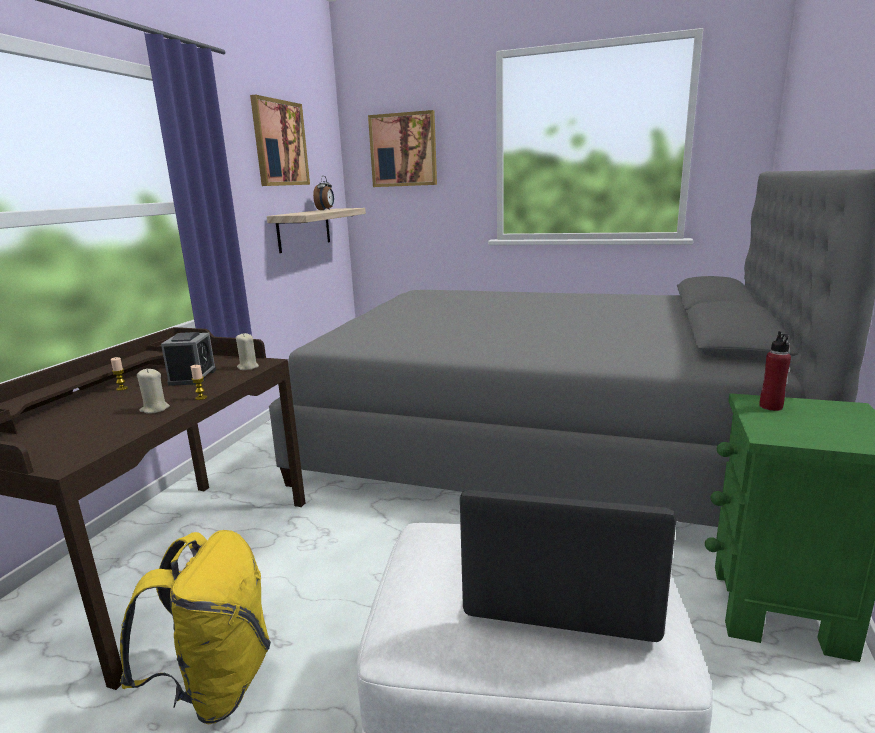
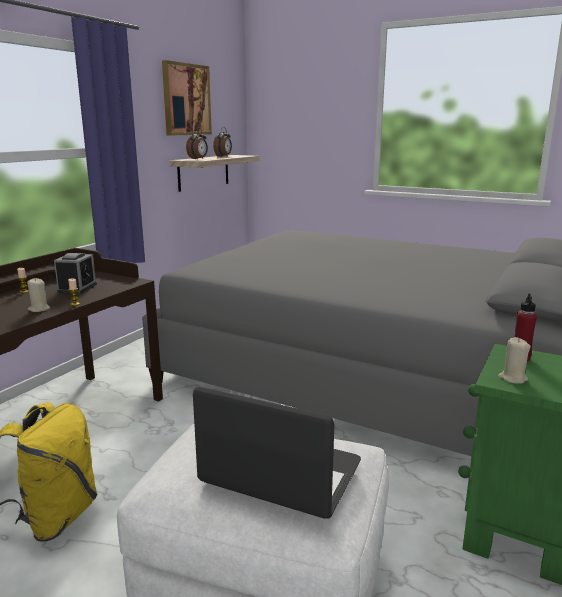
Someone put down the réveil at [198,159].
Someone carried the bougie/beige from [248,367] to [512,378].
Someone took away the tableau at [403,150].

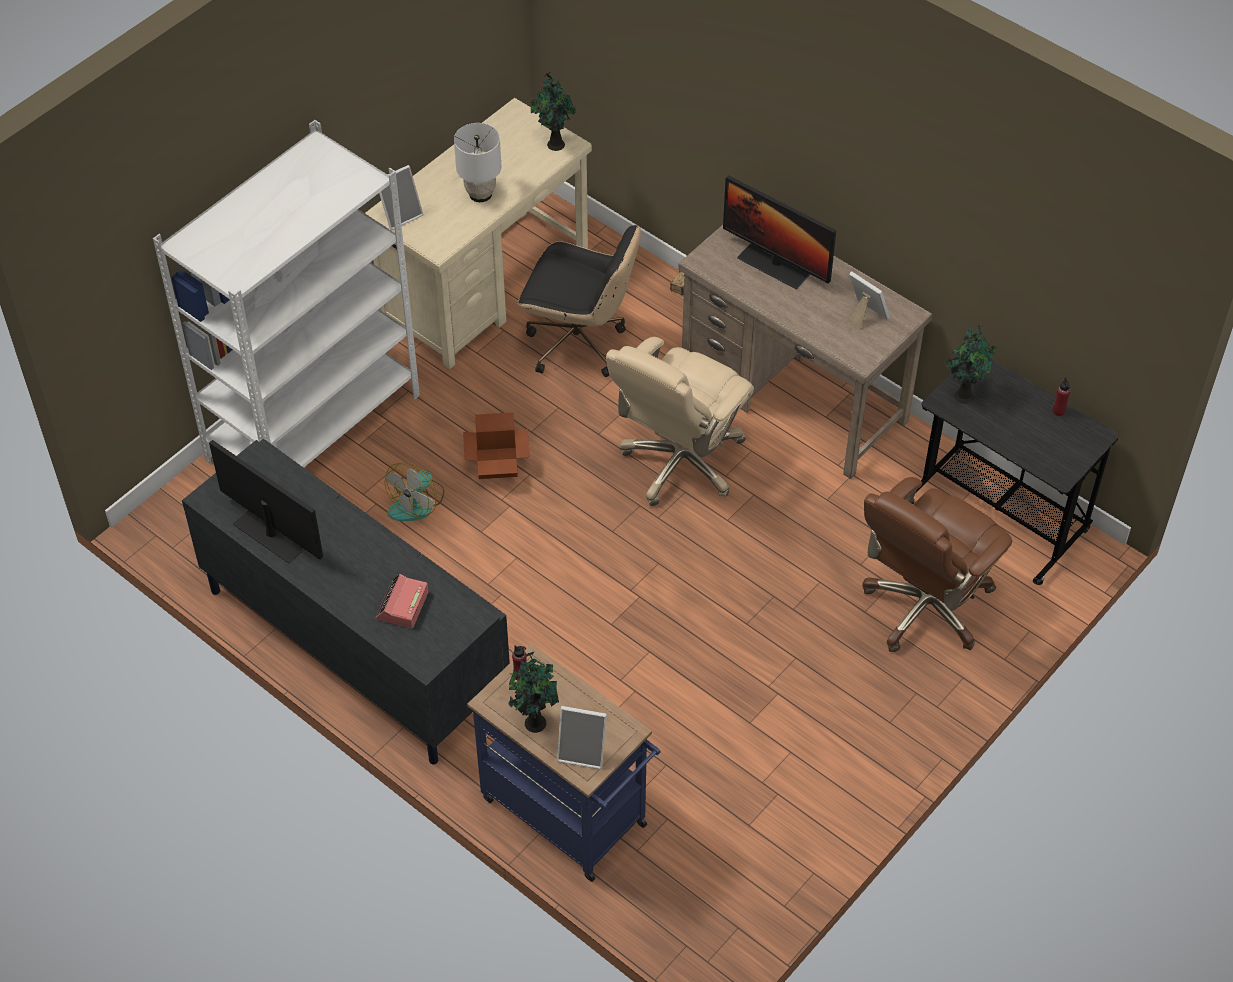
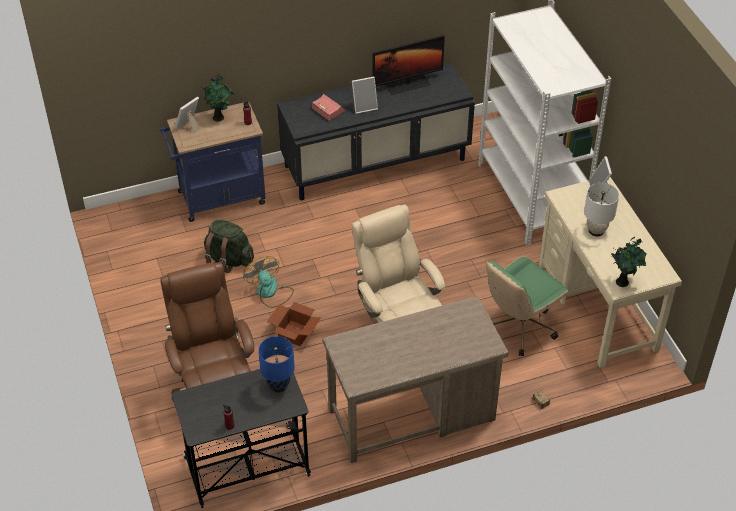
Someone put down the sac à dos/vert at [228,260].
Someone carried the ventilateur from [417,502] to [270,292].
Someone swapped the plante en pot at [963,394] for the lampe de table/bleu at [279,385].
Someone carried the carton from [496,464] to [294,332].
Someone carried the cadre photo from [864,315] to [364,106].
Someone repainted the chaise de bureau/noir at [580,346], which became the chaise de bureau/vert at [519,329].
Someone took away the écran d'ordinateur at [775,264].

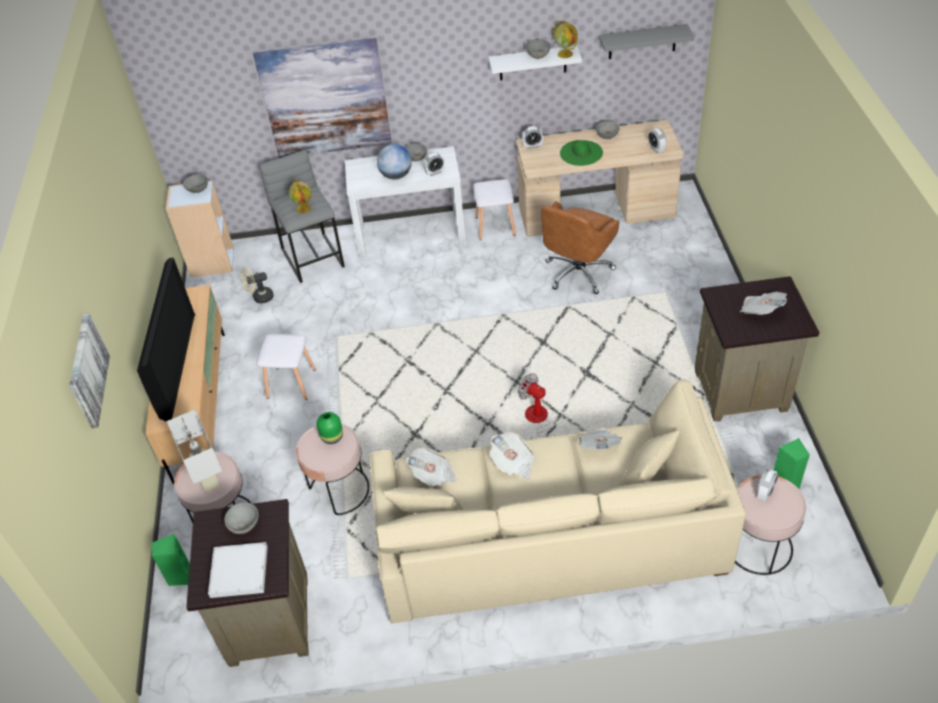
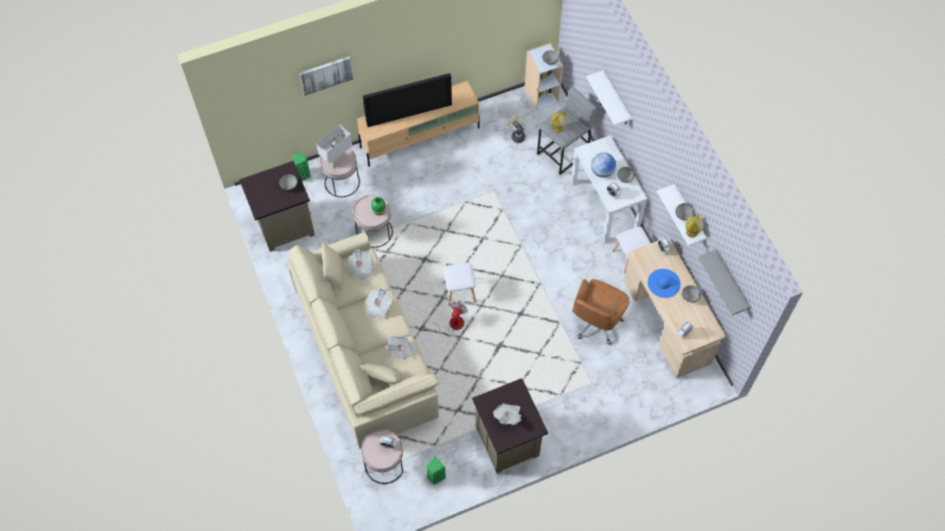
Someone carried the tabouret/blanc from [291,384] to [459,292].
Someone rotated the chaise de bureau/marron at [578,272] by 75 degrees counterclockwise.
Someone swapped the tableau at [325,99] for the étagère/blanc at [616,99].
Someone repainted the chapeau/vert at [581,153], which became the chapeau/bleu at [664,283].
Someone took away the plateau/blanc at [239,572].

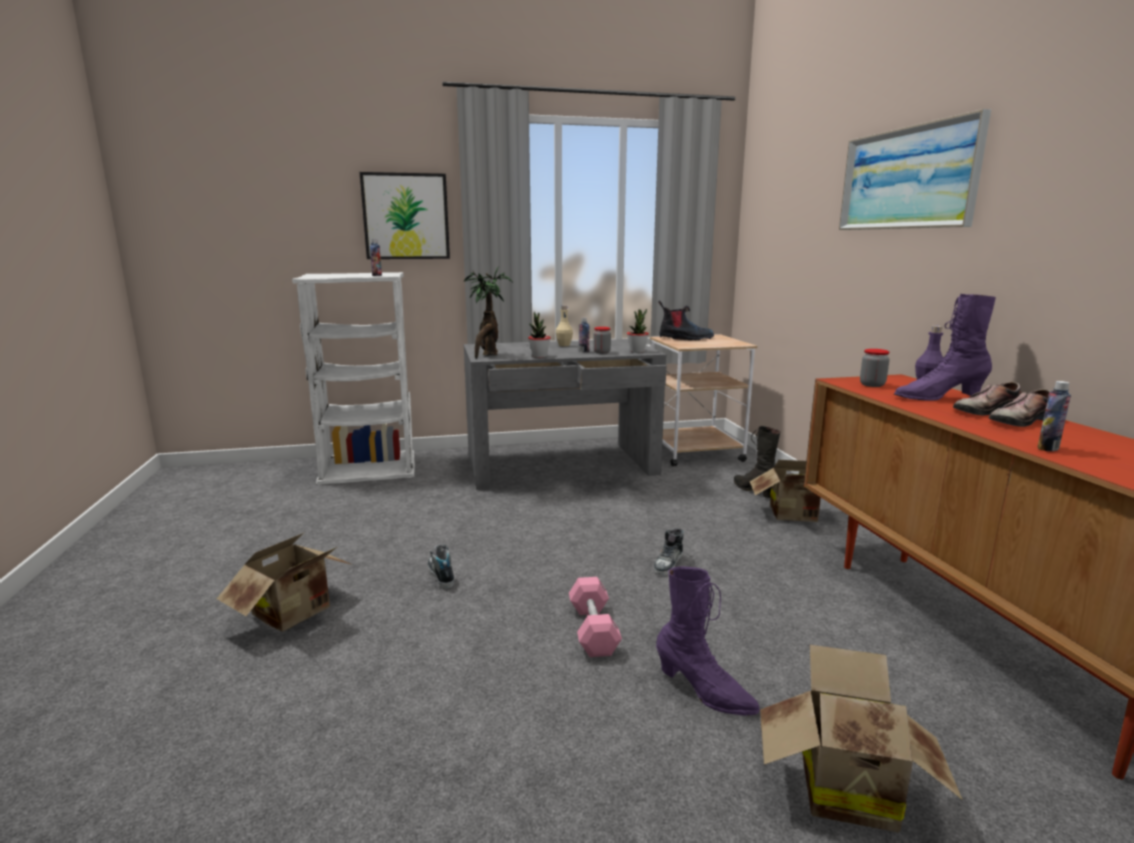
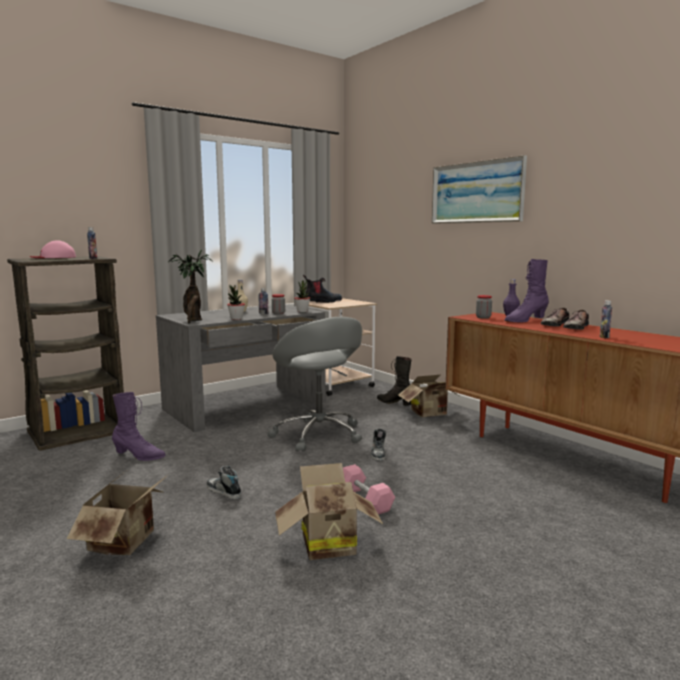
Someone repainted the bibliothèque/blanc at [369,468], which became the bibliothèque/marron at [78,431].
Someone put down the casquette/rose at [54,257].
Someone carried the botte/violet from [704,692] to [139,456].
Someone put down the chaise de bureau/gris at [319,435].
Someone carried the carton from [842,786] to [326,543].
Someone took away the tableau at [406,216].

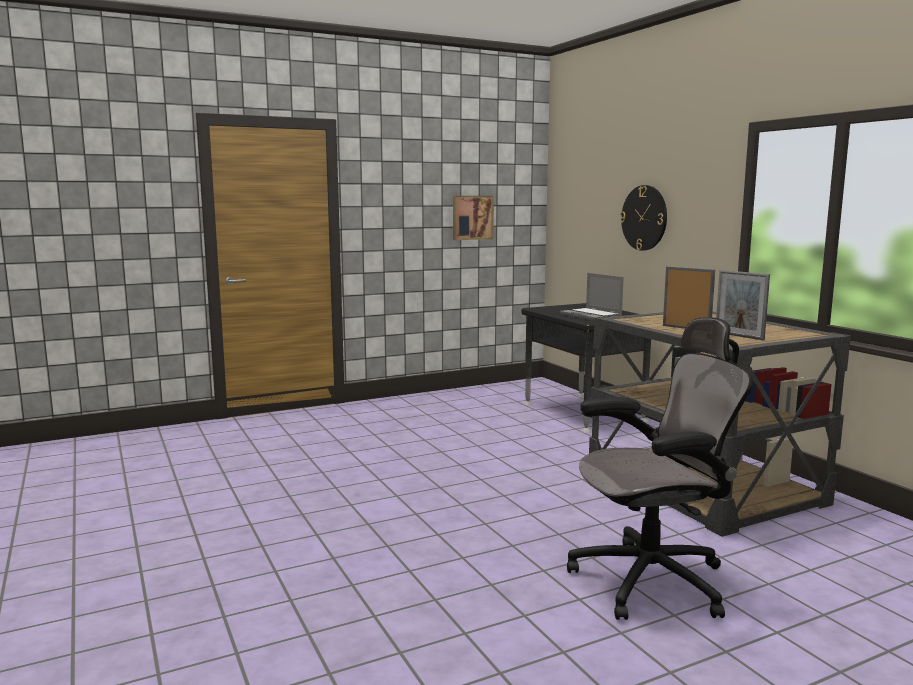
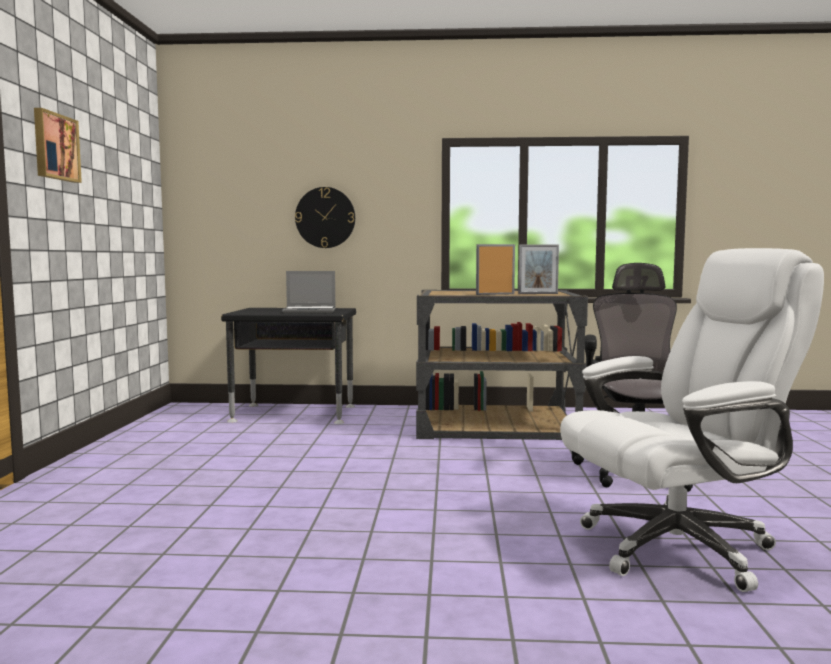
Someone carried the tableau from [472,217] to [55,147].
Someone put down the chaise de bureau/blanc at [676,548].

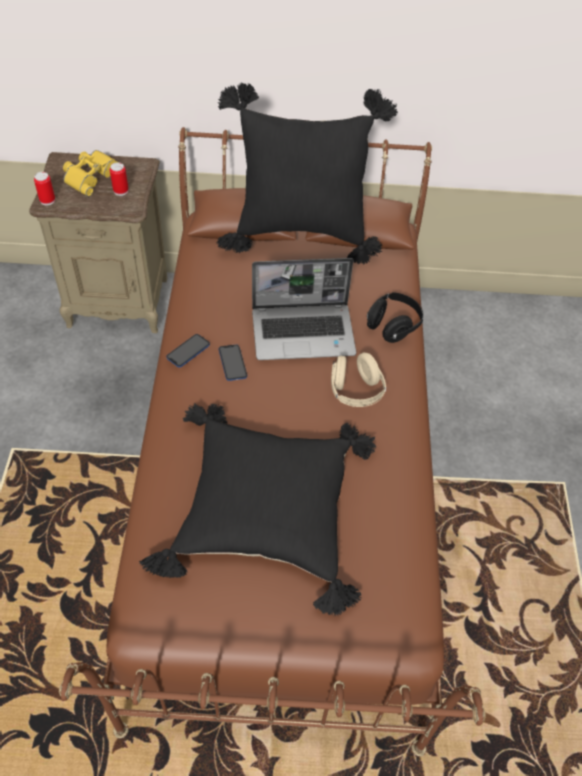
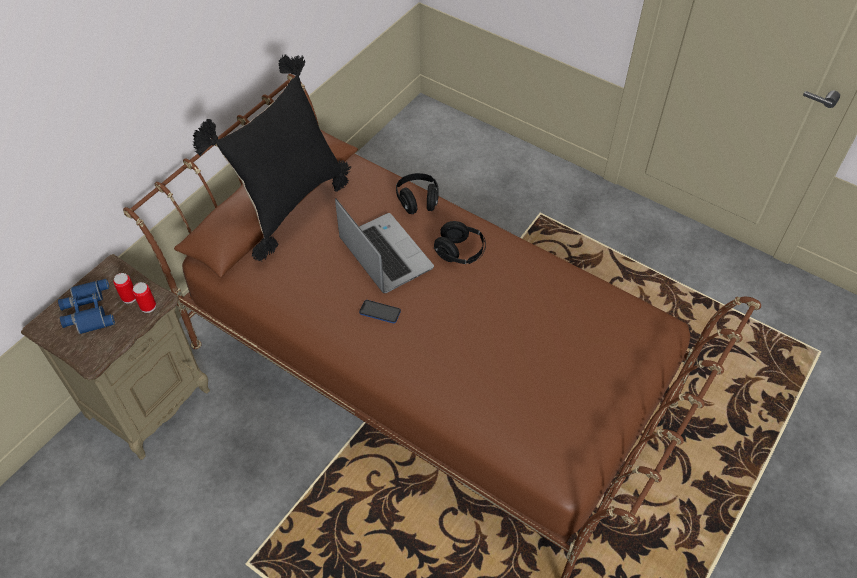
Someone repainted the jumelles/jaune at [91,175], which became the jumelles/bleu at [87,310].
Someone carried the boîte métallique from [47,200] to [148,306].
Someone rotated the ordinateur portable at [304,332] by 60 degrees counterclockwise.
Someone repainted the casque audio/beige at [355,391], which became the casque audio/noir at [460,253].
Someone took away the coussin/noir at [265,506].
Someone took away the téléphone at [188,351].

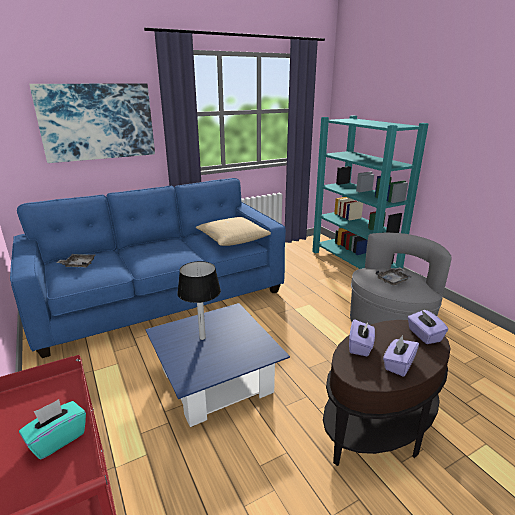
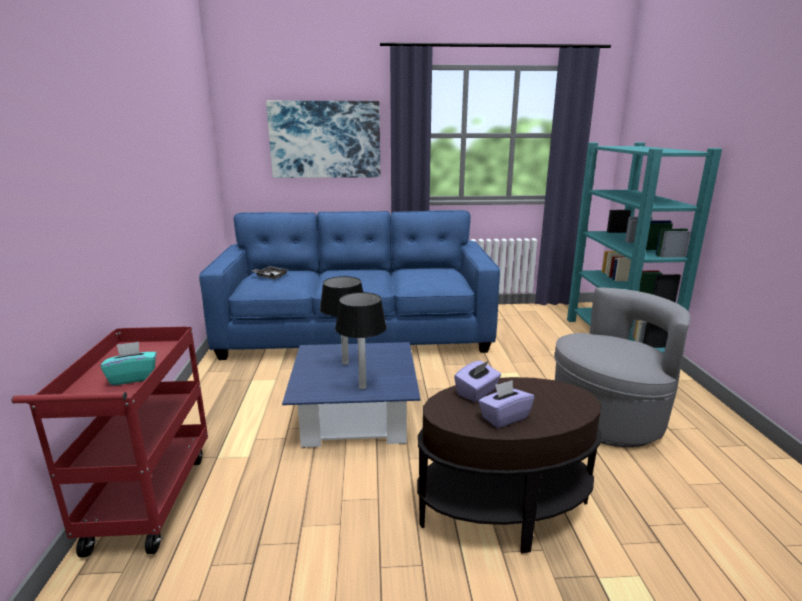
Someone put down the lampe de table at [362,387].
Someone took away the coussin/beige at [233,239].
Someone took away the plateau/gris at [393,280].
Someone took away the boîte à mouchoirs/violet at [424,335].

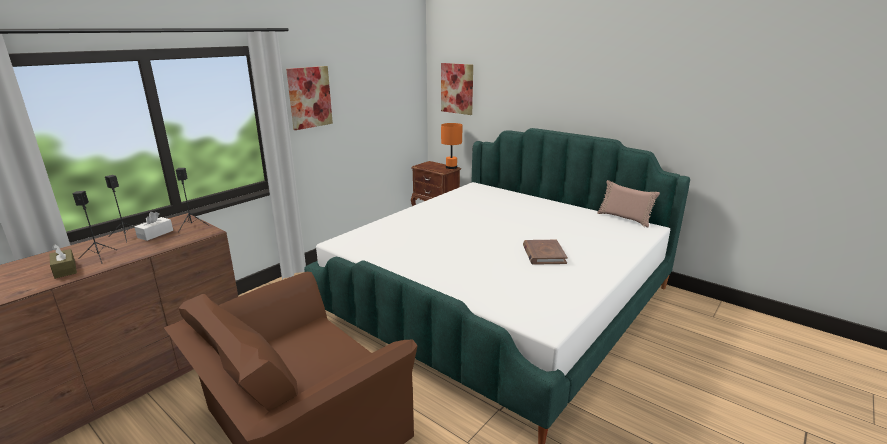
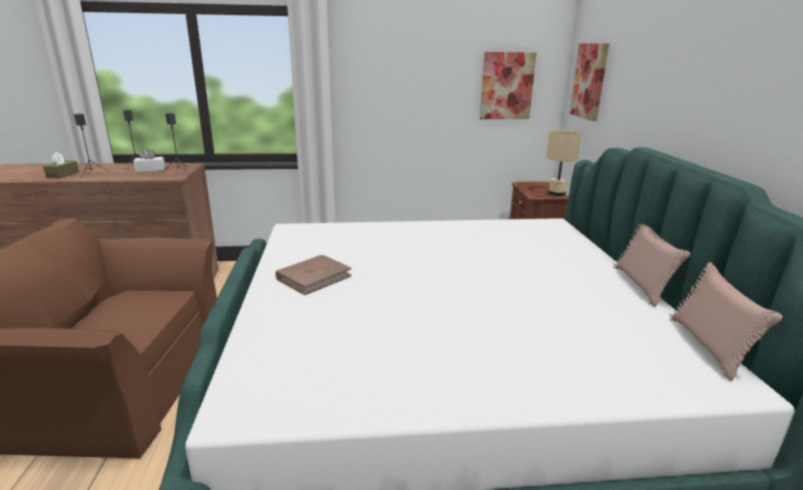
Someone carried the livre/marron from [543,254] to [313,277].
Someone carried the tableau from [309,97] to [506,86].
Someone repainted the lampe de table/orange at [451,167], which became the lampe de table/beige at [557,193].
Someone put down the coussin/beige at [642,286].

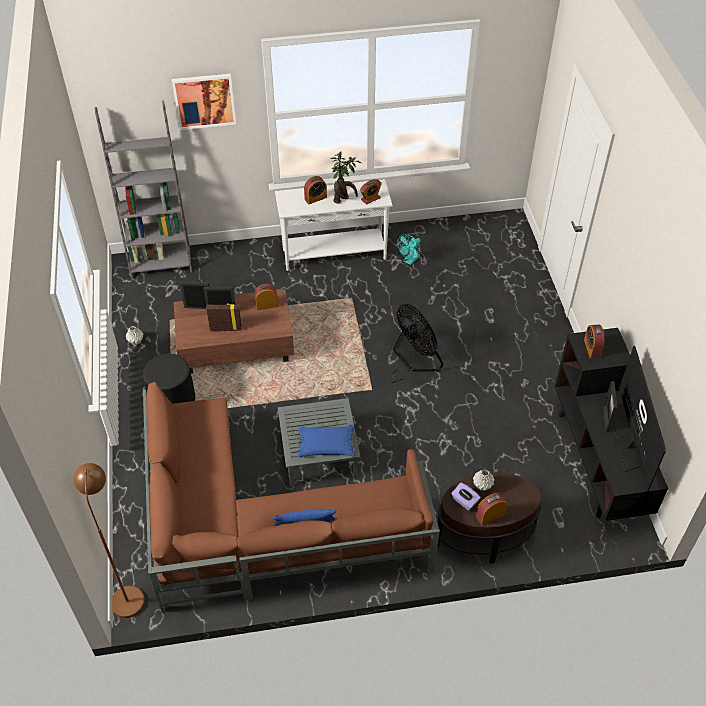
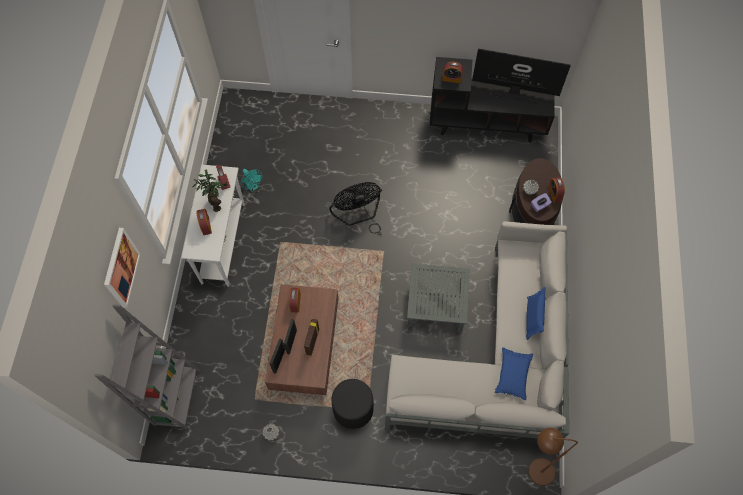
Someone repainted the canapé/marron at [271,516], which became the canapé/blanc at [485,351].
Someone carried the coussin/bleu from [326,444] to [513,374].
Someone took away the cadre photo at [606,418].

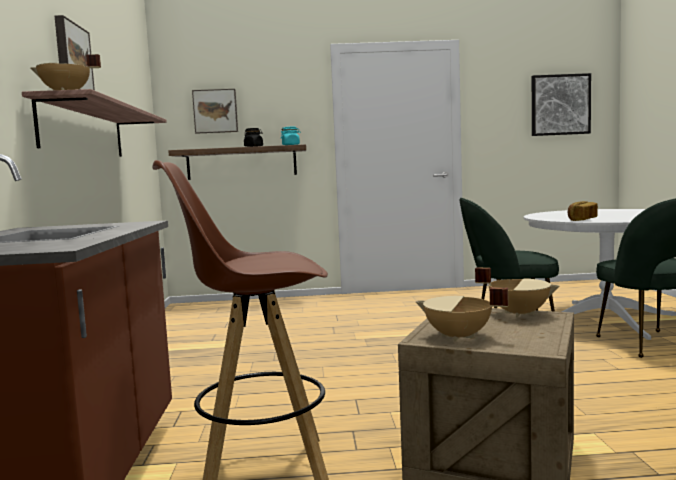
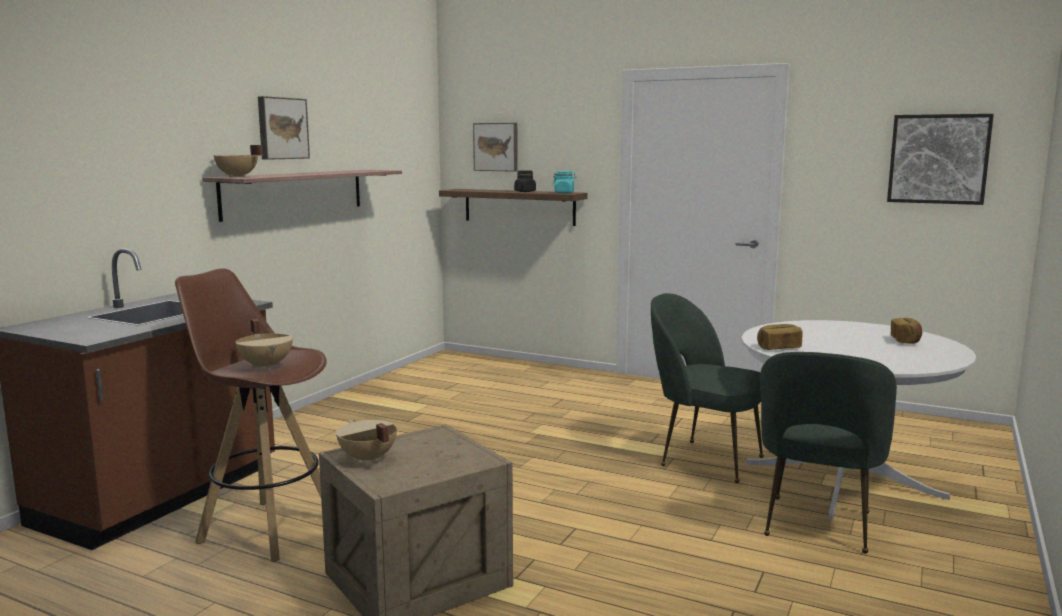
Someone carried the marmite/beige from [519,313] to [267,365].
Someone put down the pain at [905,341].

